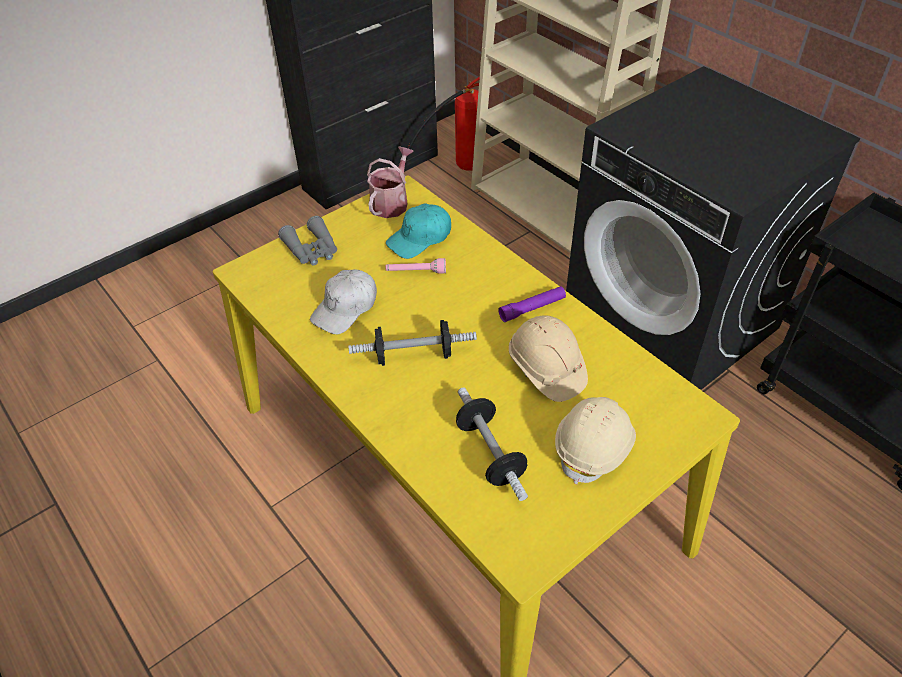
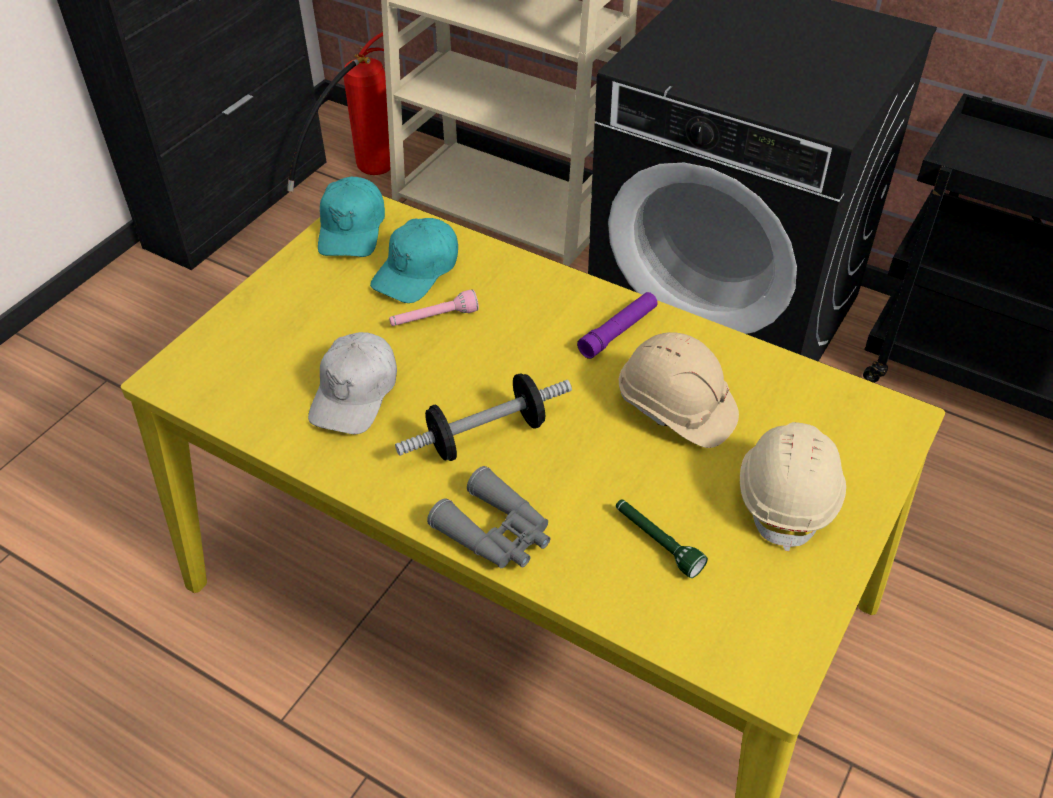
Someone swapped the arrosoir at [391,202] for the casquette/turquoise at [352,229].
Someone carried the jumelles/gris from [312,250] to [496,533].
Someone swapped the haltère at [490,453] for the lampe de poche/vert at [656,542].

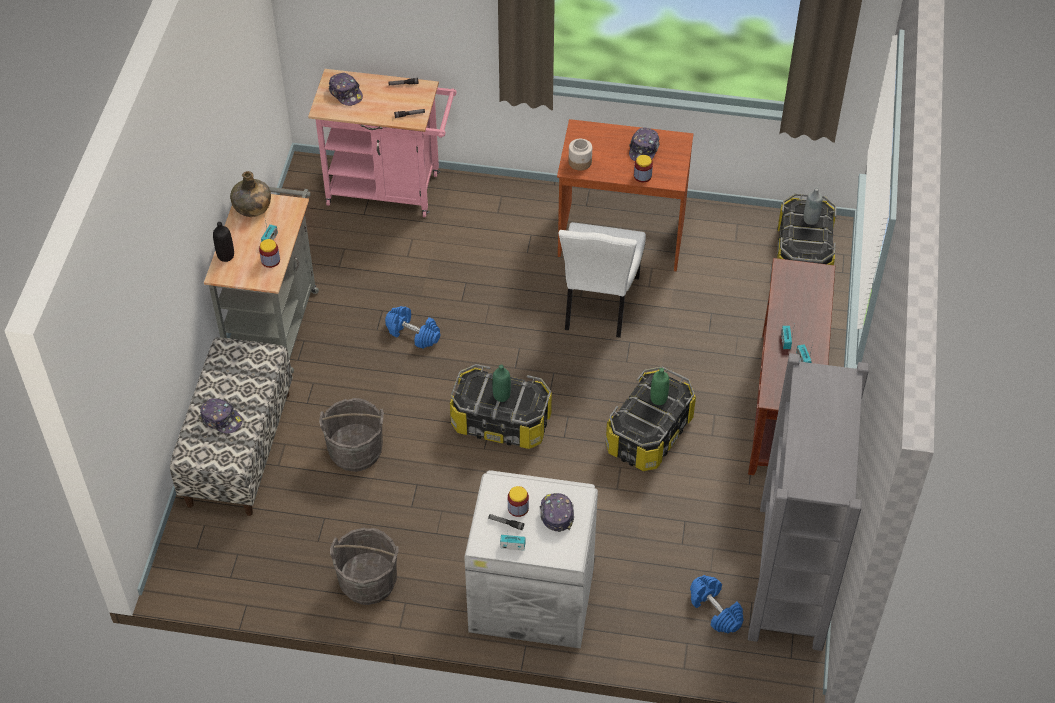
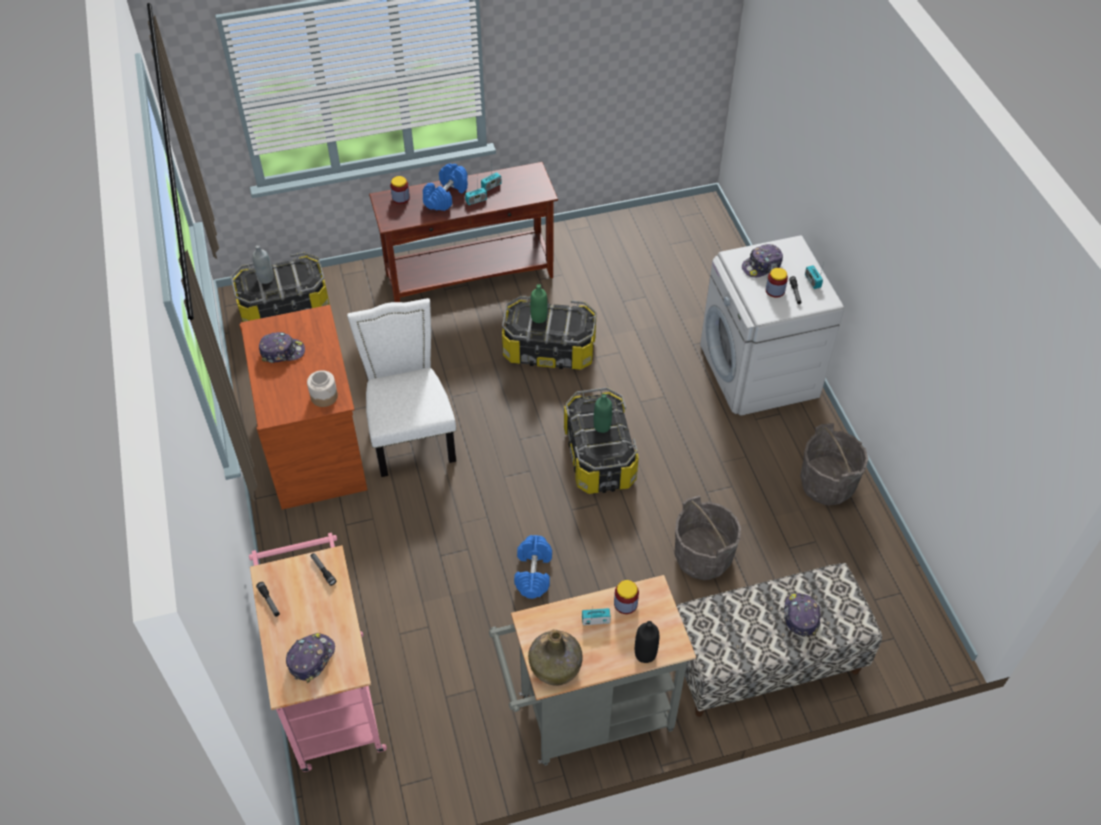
Someone rotated the chaise/blanc at [599,300] by 90 degrees counterclockwise.
Someone carried the bocal from [642,176] to [401,198].
Someone carried the haltère/bleu from [715,610] to [446,196].
Someone took away the bibliothèque/gris at [791,575].

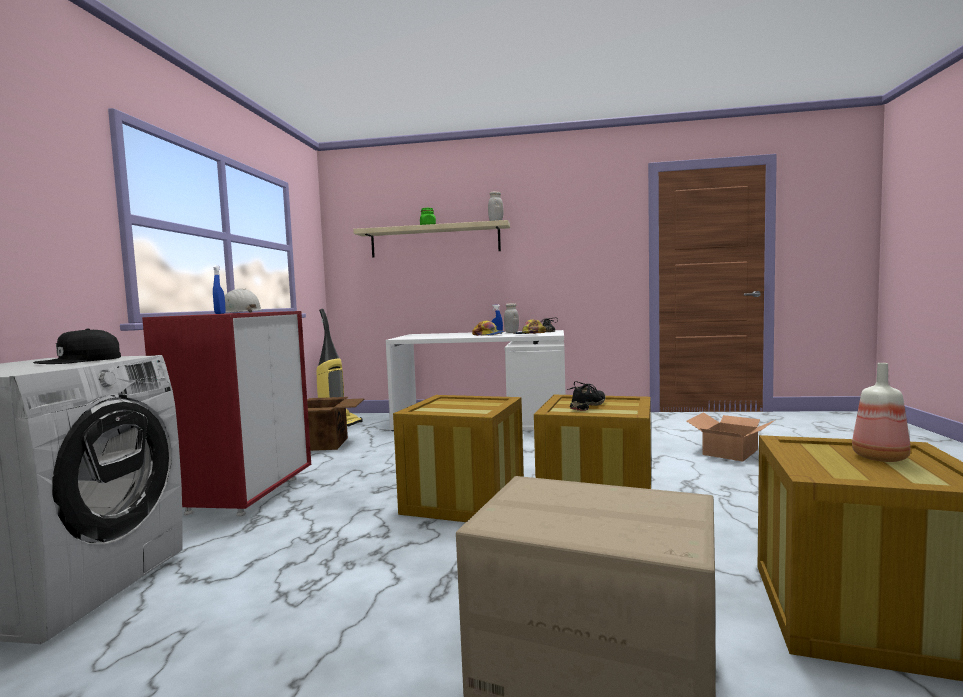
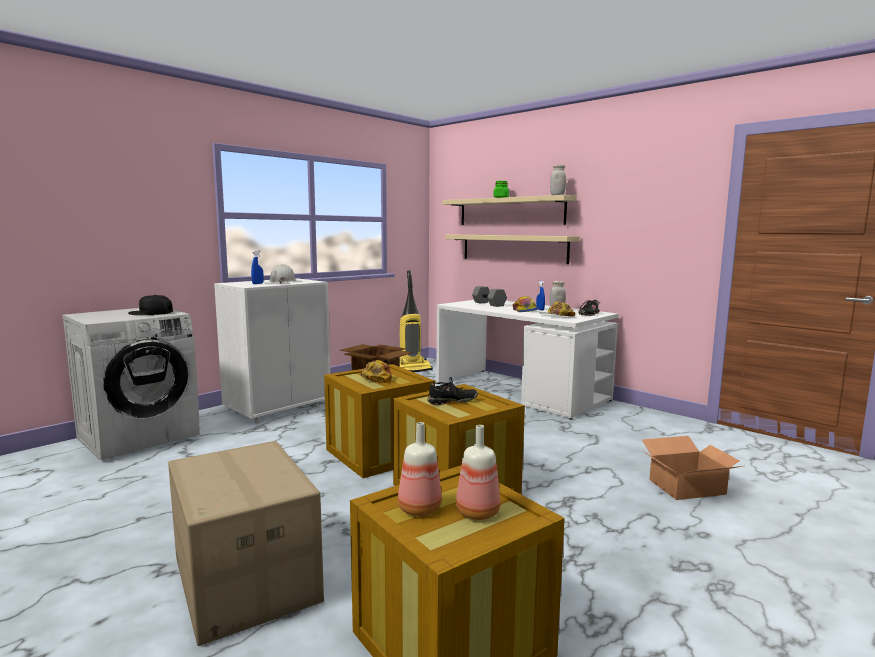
Someone repainted the meuble de rangement/rouge at [244,494], which became the meuble de rangement/blanc at [278,409].
Someone put down the casquette at [376,378].
Someone put down the bouteille at [419,509].
Someone put up the étagère/beige at [513,248].
Someone put down the haltère/gris at [489,304].

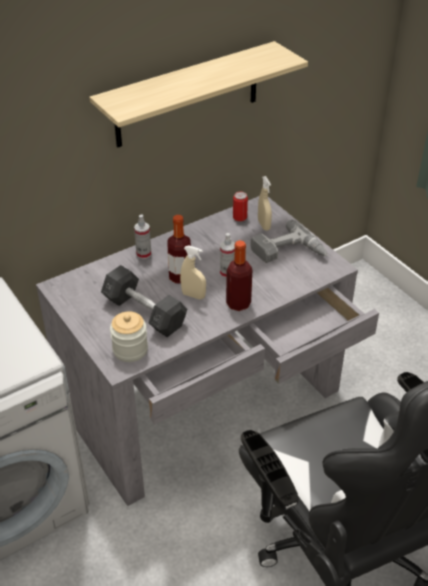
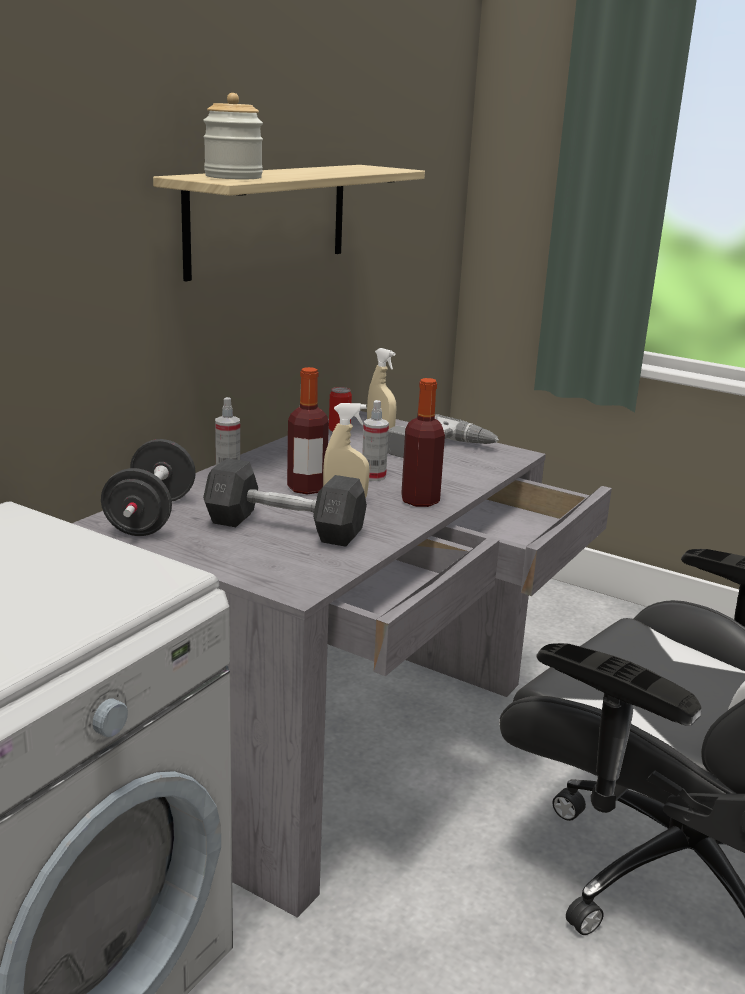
Someone put down the haltère/noir at [151,517].
Someone carried the bocal from [130,350] to [233,177].

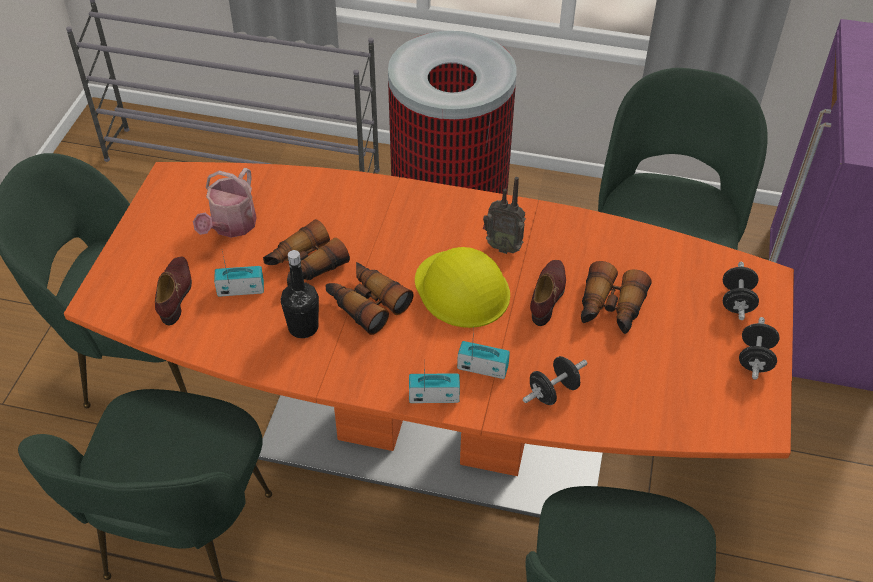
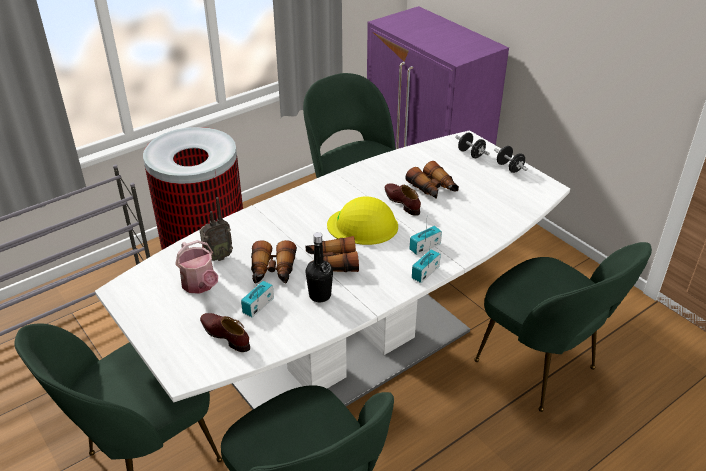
Someone repainted the table à manger/orange at [433,435], which became the table à manger/blanc at [352,355].
Someone carried the radio from [503,246] to [217,257].
Someone took away the haltère/noir at [553,391].

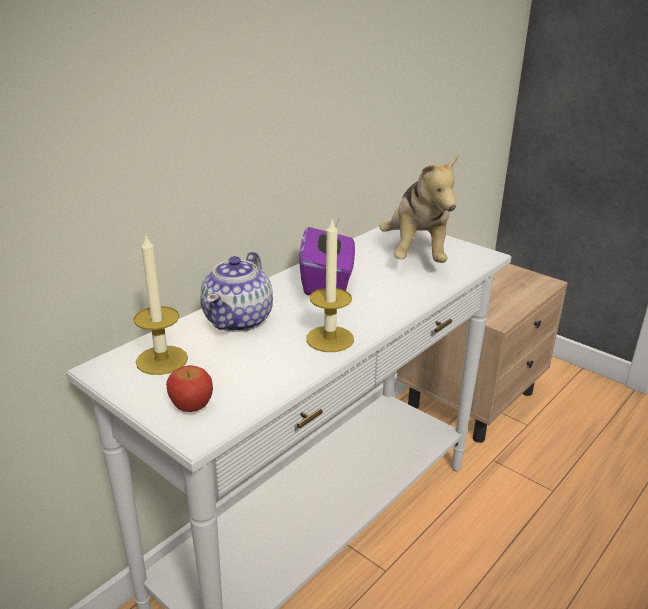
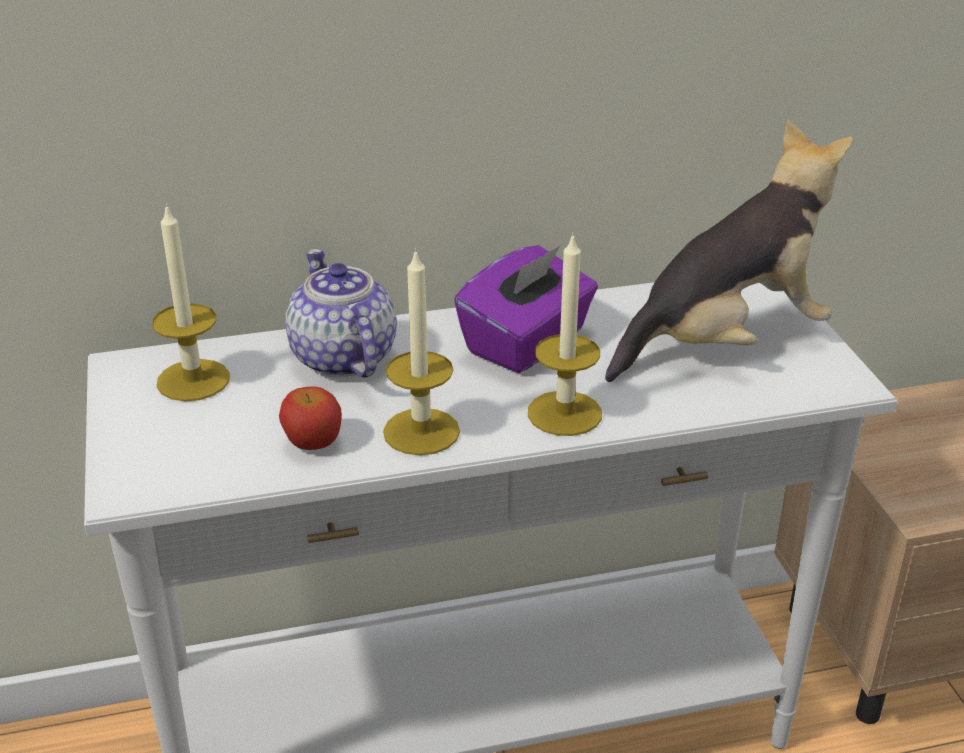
Someone carried the pomme from [191,406] to [312,442].
Someone rotated the théière at [239,320] by 105 degrees clockwise.
Someone put down the bougie at [564,413].
Someone rotated the peluche at [416,254] by 150 degrees counterclockwise.

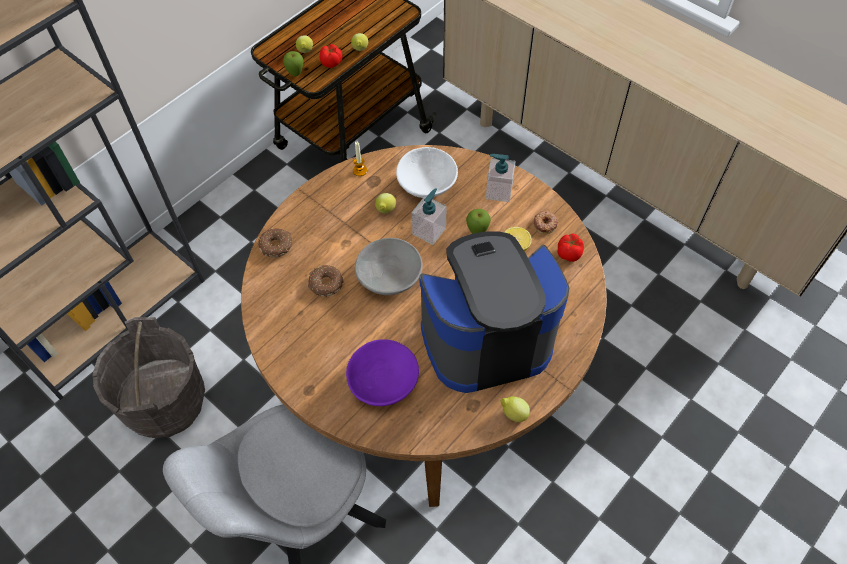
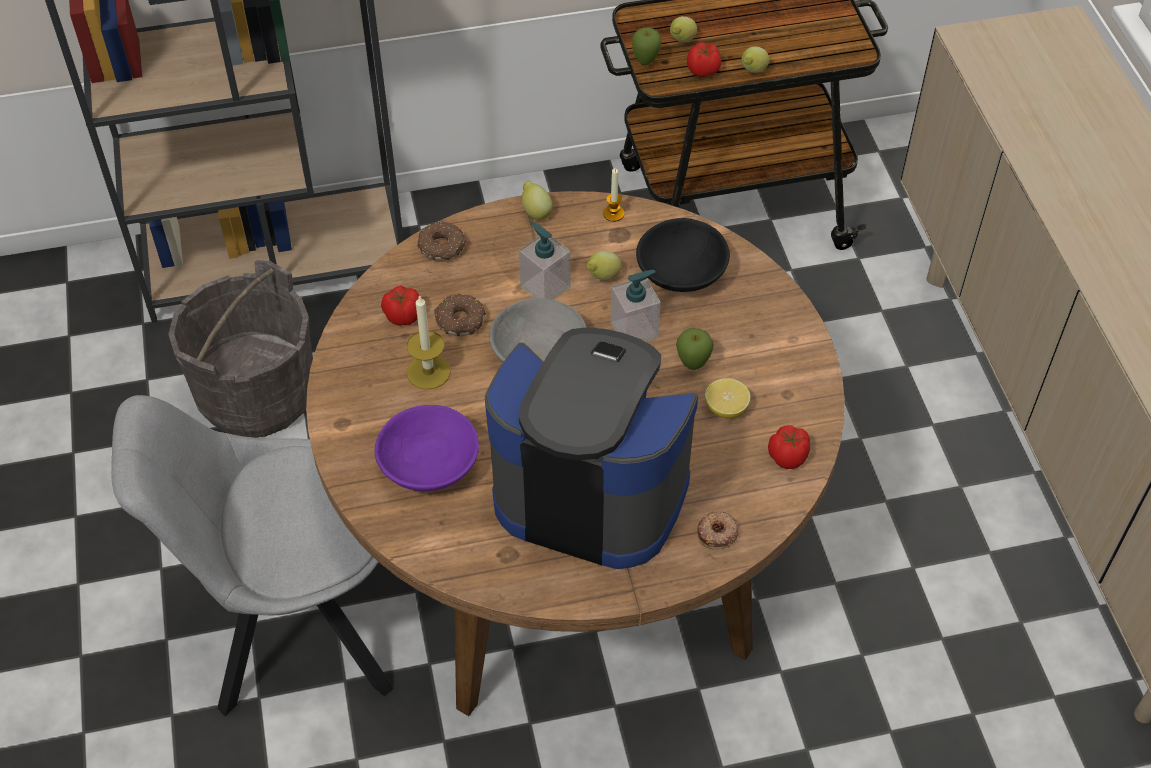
Someone put down the tomate at [402,315].
Someone put down the bougie at [428,372].
Someone carried the distributeur de savon from [498,191] to [545,286].
Someone carried the citron from [513,414] to [535,212].
Someone repainted the bol/blanc at [427,184], which became the bol/noir at [682,274].
Someone carried the beignet from [545,224] to [717,533].

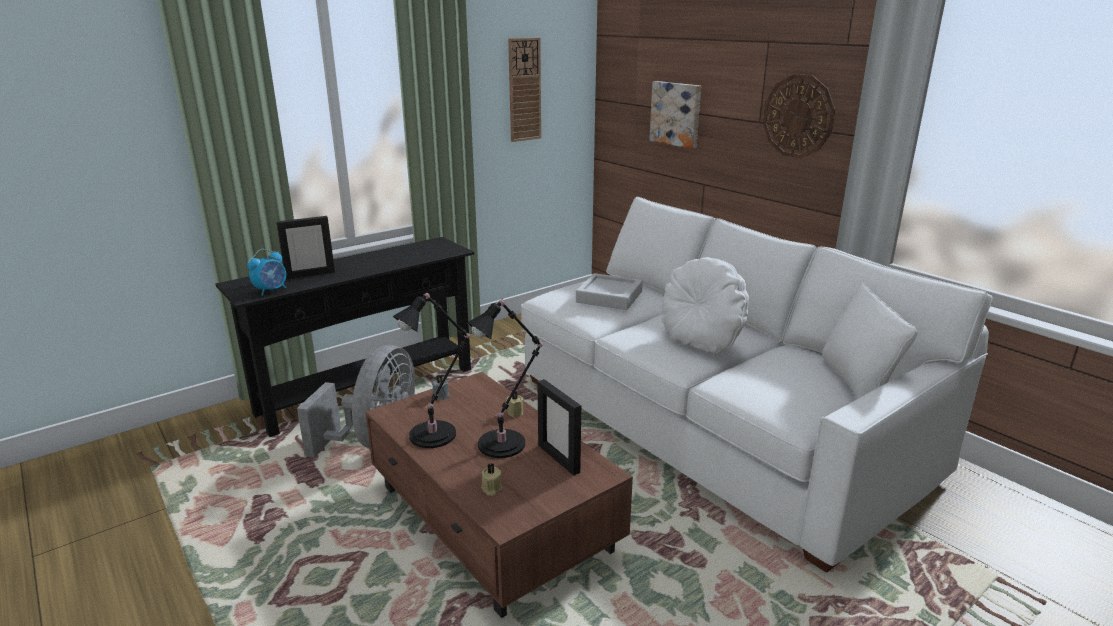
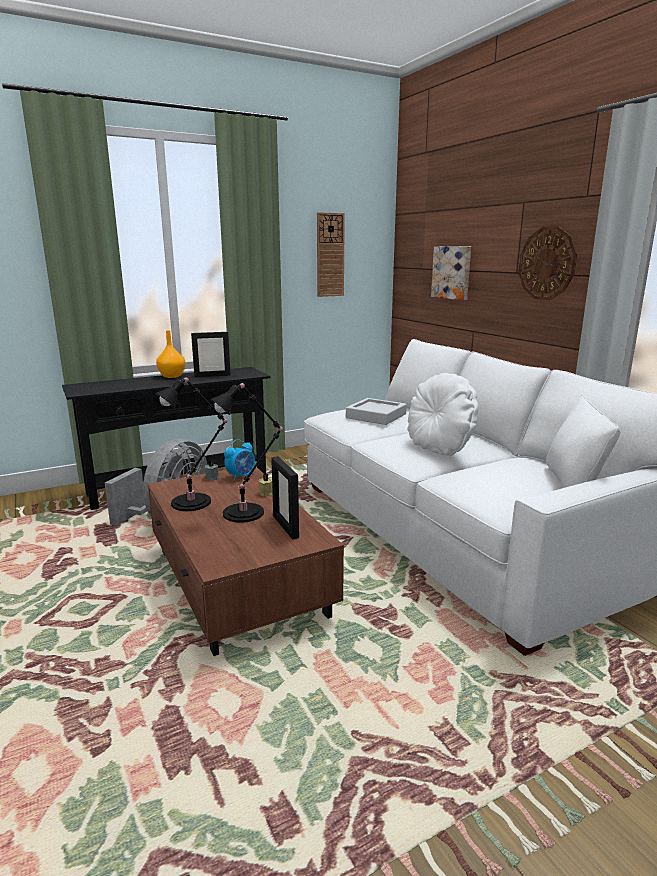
Someone put down the vase/orange at [172,376].
Someone carried the cadre photo from [310,274] to [212,375].
Someone carried the réveil from [271,290] to [241,476].
Someone took away the bougie/beige at [491,489].

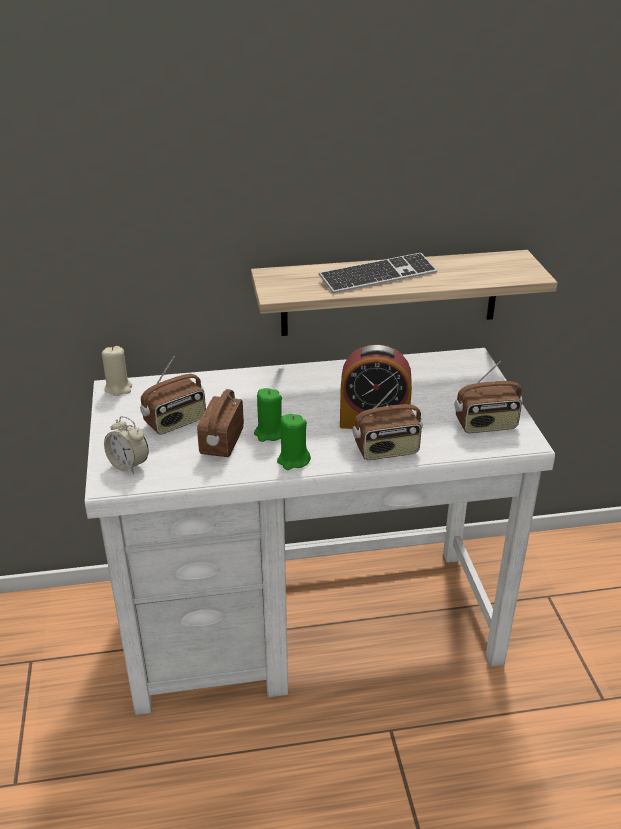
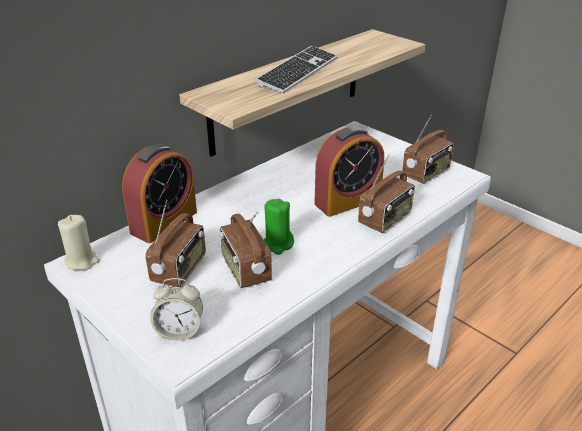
Someone put down the réveil at [164,222].
Someone took away the bougie/vert at [293,460].

